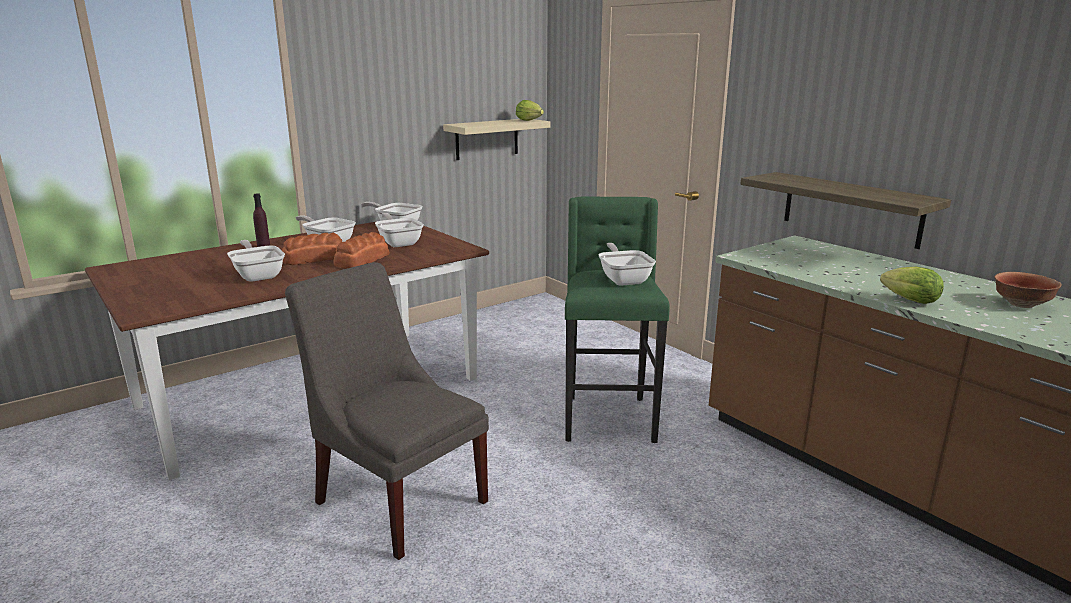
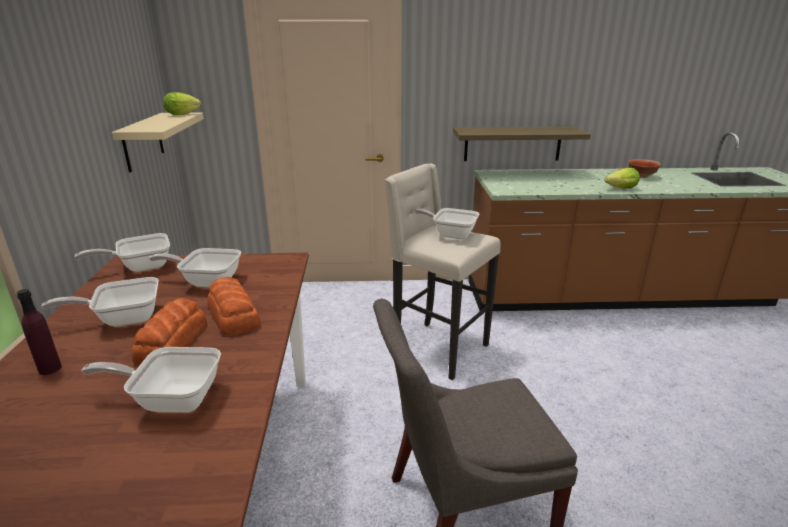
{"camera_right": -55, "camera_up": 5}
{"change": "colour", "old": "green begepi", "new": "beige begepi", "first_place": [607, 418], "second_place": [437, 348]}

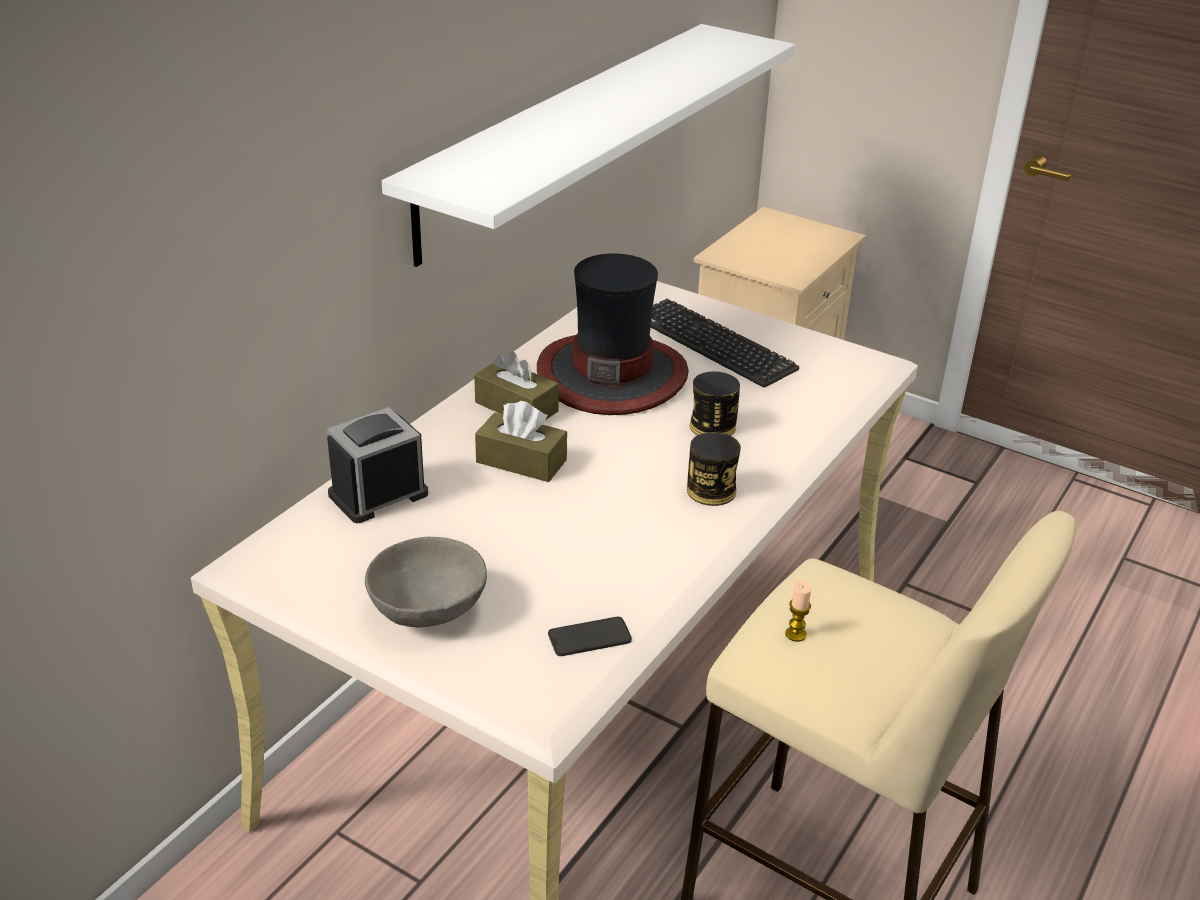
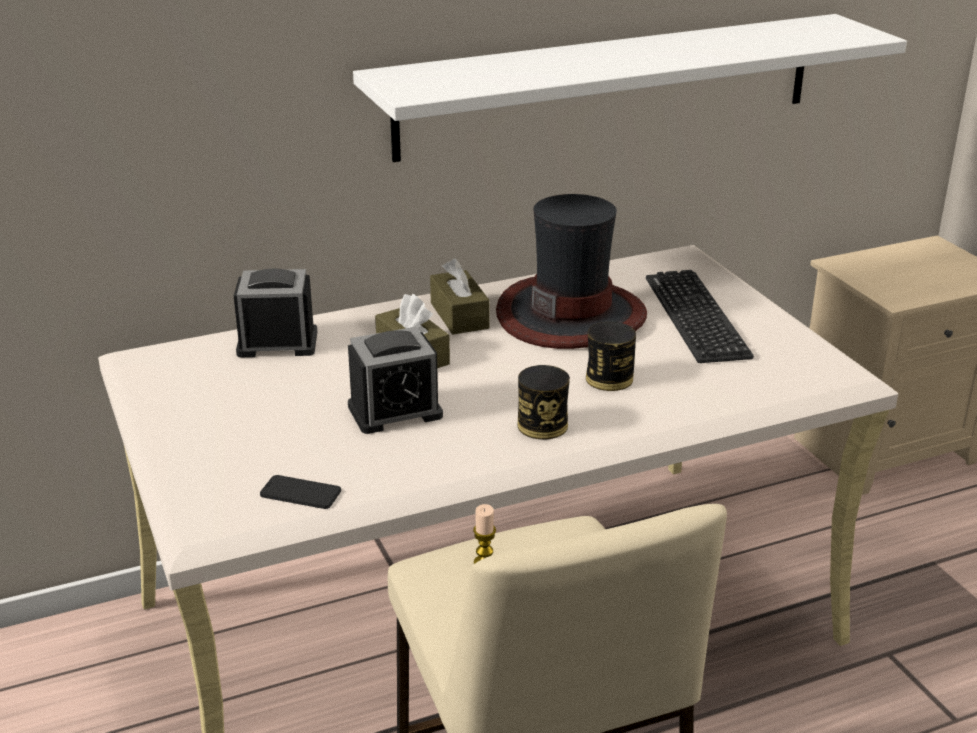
{"camera_right": 35, "camera_up": -5}
{"change": "missing", "old": "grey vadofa", "first_place": [429, 610]}
{"change": "appeared", "new": "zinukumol", "second_place": [395, 411]}

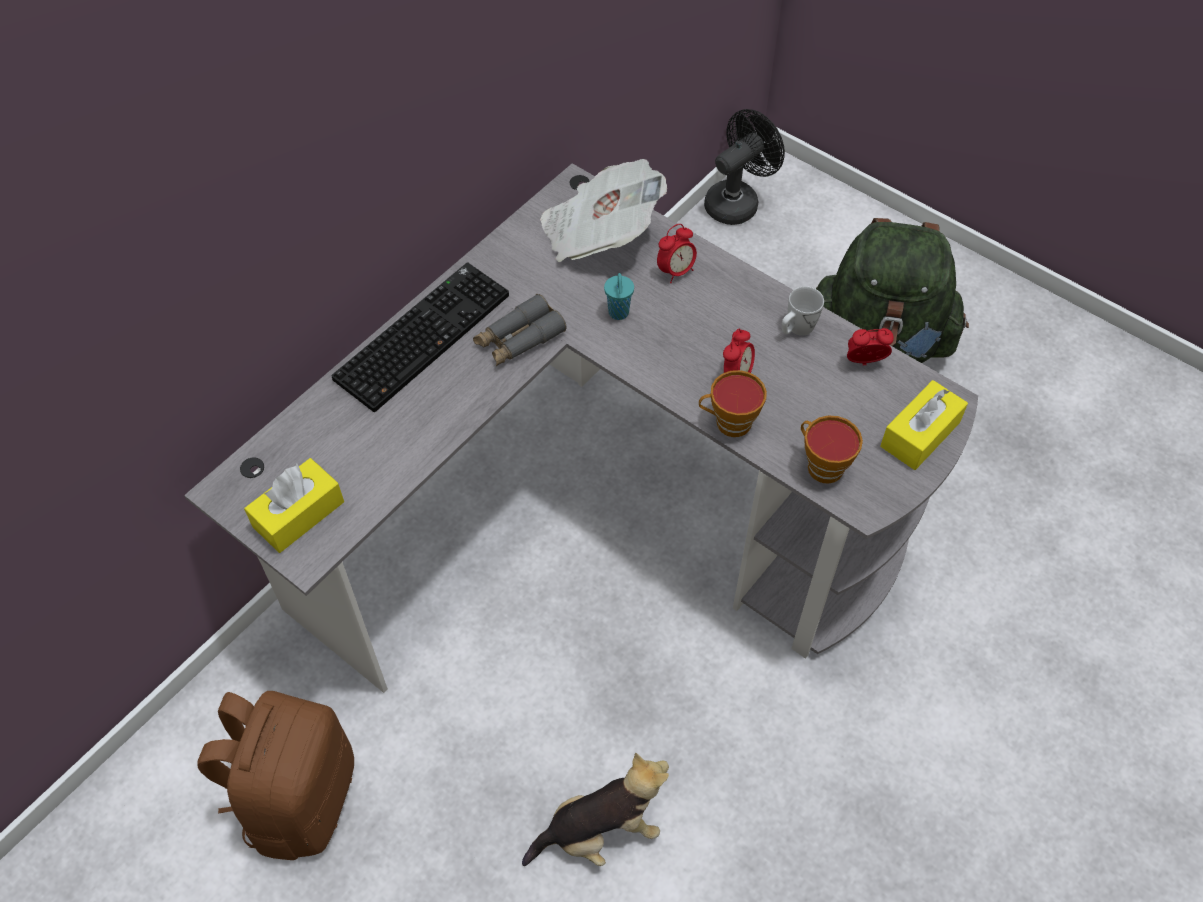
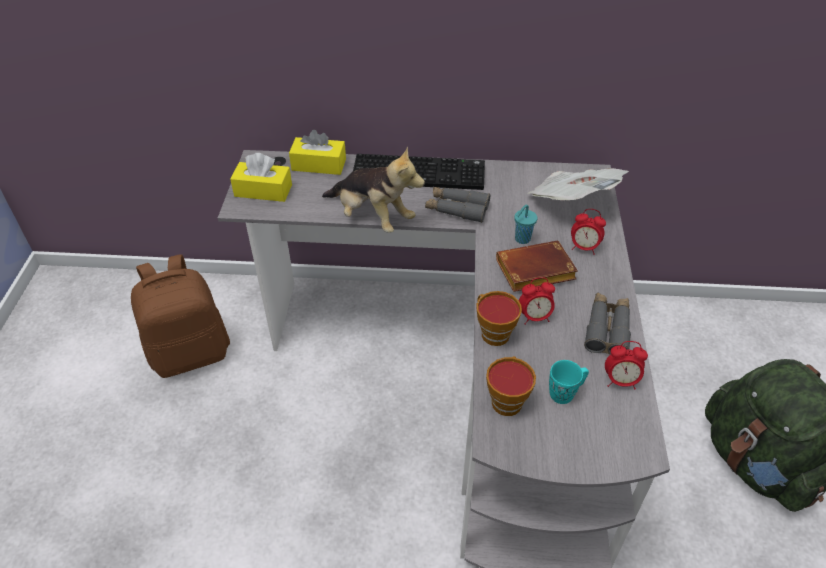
{"camera_right": 55, "camera_up": -10}
{"change": "missing", "old": "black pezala", "first_place": [737, 201]}
{"change": "appeared", "new": "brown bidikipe", "second_place": [534, 273]}
{"change": "appeared", "new": "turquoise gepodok", "second_place": [565, 392]}
{"change": "relocated", "old": "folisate", "first_place": [601, 831], "second_place": [372, 217]}
{"change": "relocated", "old": "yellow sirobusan", "first_place": [920, 434], "second_place": [319, 165]}
{"change": "exchanged", "old": "white gepodok", "new": "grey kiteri", "first_place": [796, 329], "second_place": [607, 329]}
{"change": "spun", "old": "zinukumol", "first_place": [864, 363], "second_place": [620, 381], "degrees": 135}

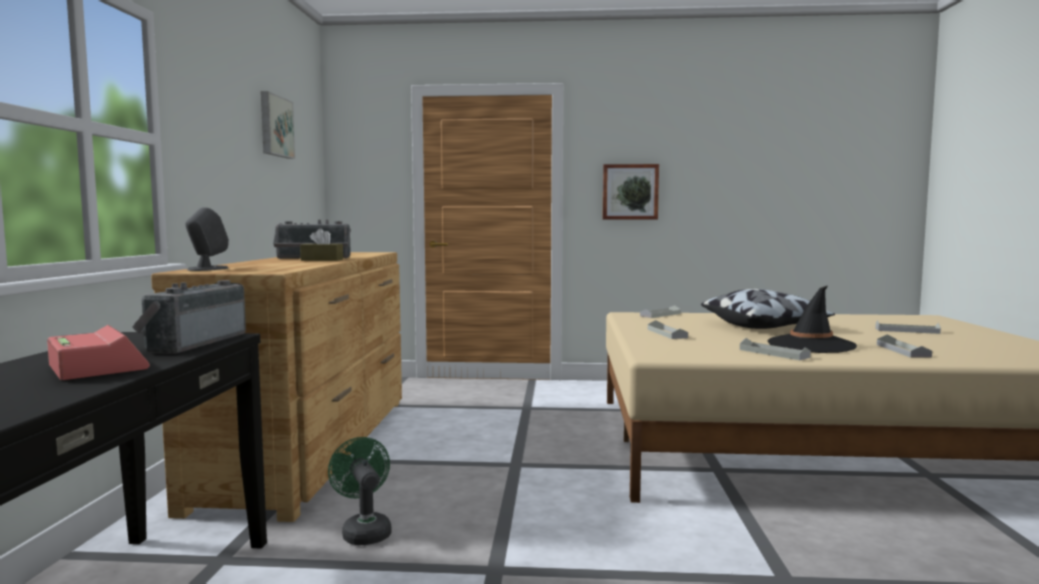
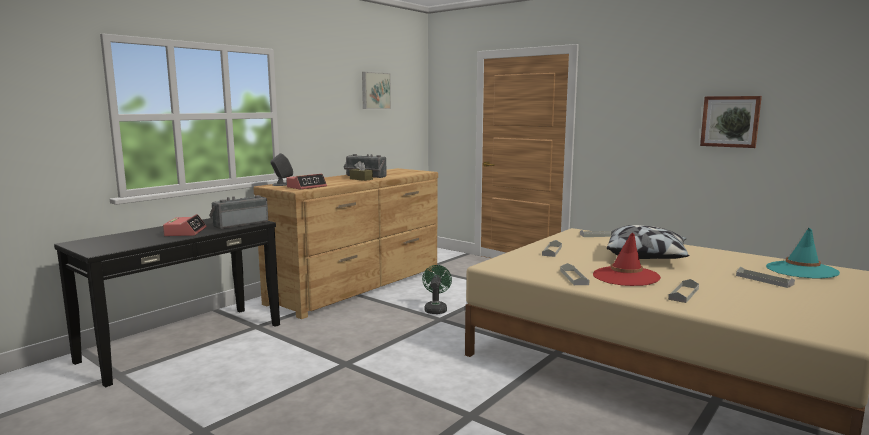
{"camera_right": 35, "camera_up": 5}
{"change": "appeared", "new": "zinukumol", "second_place": [306, 187]}
{"change": "appeared", "new": "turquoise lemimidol", "second_place": [801, 270]}
{"change": "relocated", "old": "green pezala", "first_place": [364, 531], "second_place": [436, 309]}
{"change": "relocated", "old": "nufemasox", "first_place": [630, 192], "second_place": [730, 121]}
{"change": "colour", "old": "black lemimidol", "new": "red lemimidol", "first_place": [810, 345], "second_place": [626, 276]}

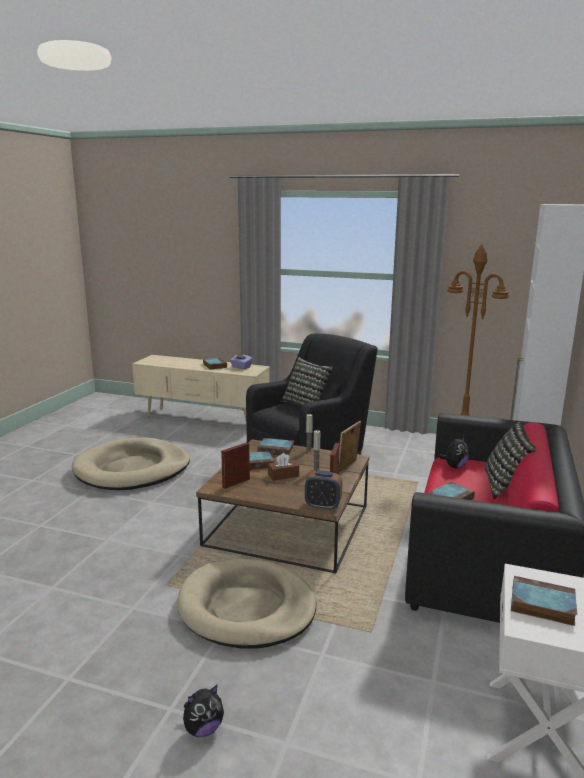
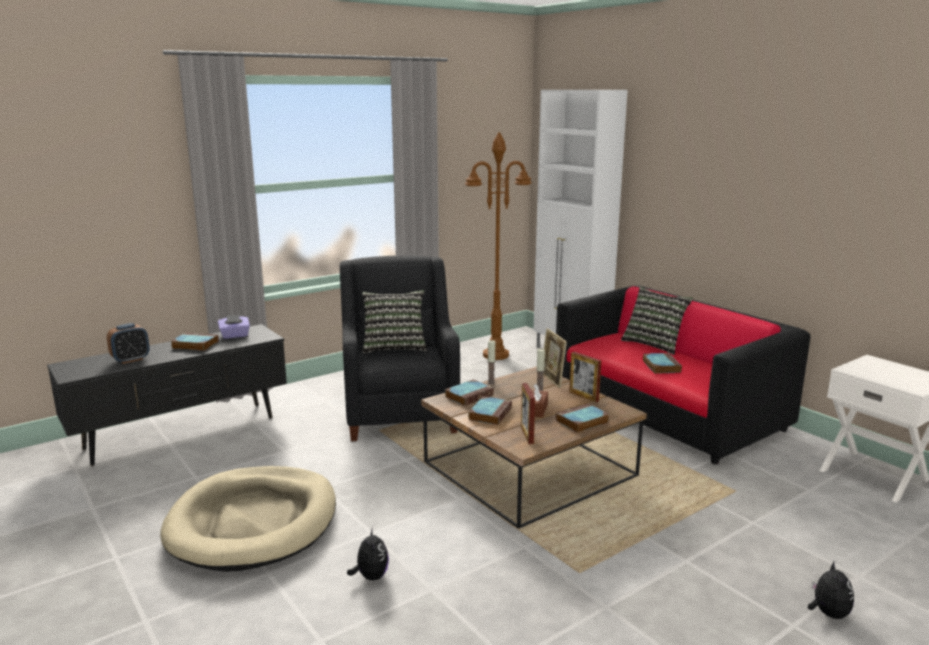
{"camera_right": -55, "camera_up": 0}
{"change": "missing", "old": "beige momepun", "first_place": [246, 608]}
{"change": "relocated", "old": "zinukumol", "first_place": [323, 506], "second_place": [130, 359]}
{"change": "relocated", "old": "folisate", "first_place": [454, 466], "second_place": [371, 576]}
{"change": "relocated", "old": "bidikipe", "first_place": [540, 605], "second_place": [581, 422]}
{"change": "colour", "old": "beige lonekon", "new": "black lonekon", "first_place": [202, 419], "second_place": [182, 433]}

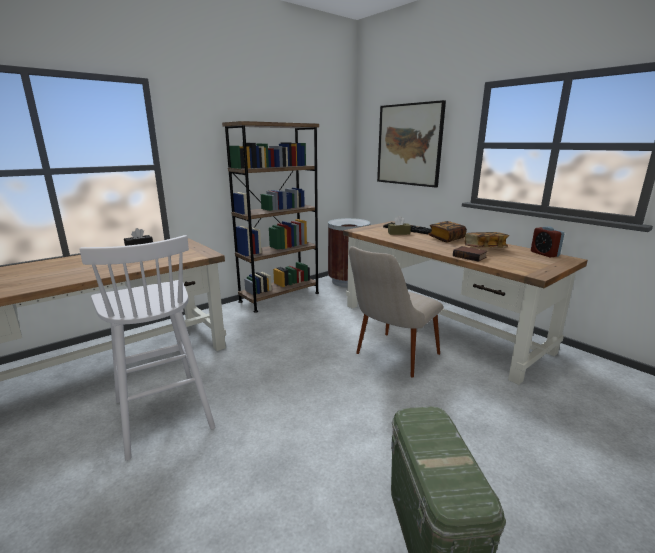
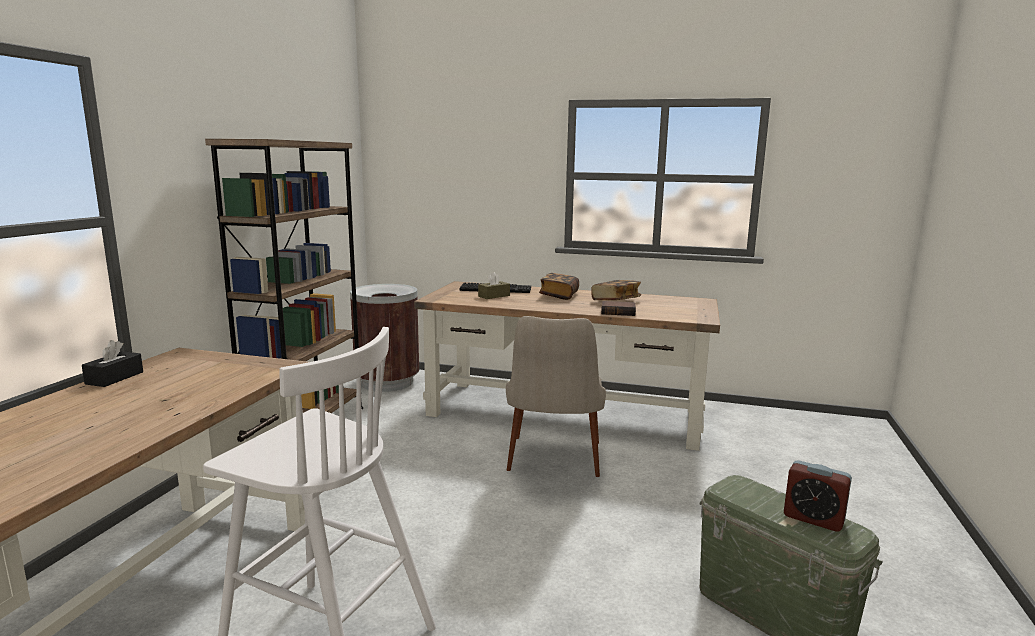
{"camera_right": -35, "camera_up": -5}
{"change": "missing", "old": "nufemasox", "first_place": [409, 145]}
{"change": "relocated", "old": "zinukumol", "first_place": [544, 254], "second_place": [813, 519]}

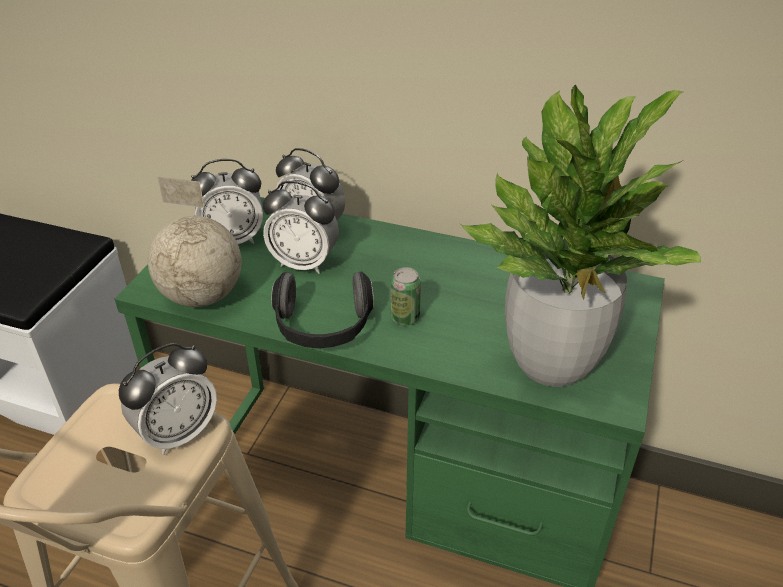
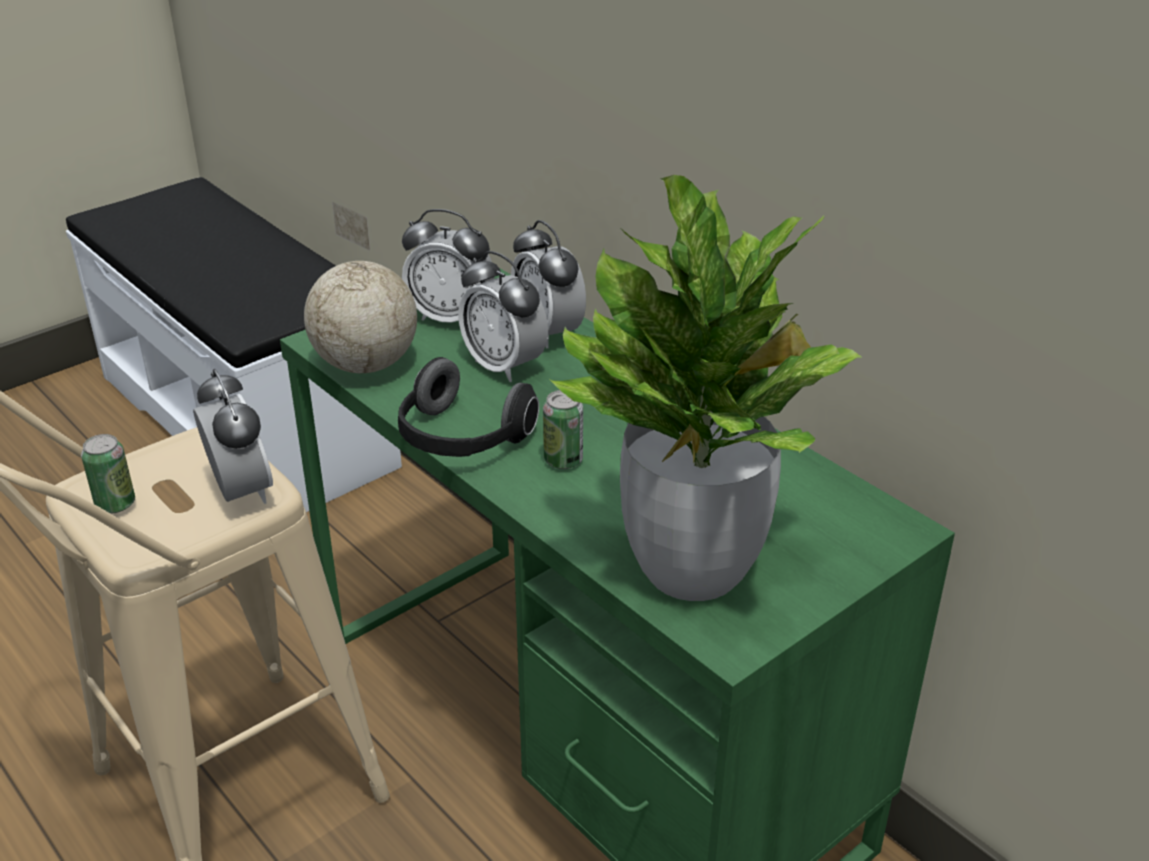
{"camera_right": 30, "camera_up": -5}
{"change": "appeared", "new": "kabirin", "second_place": [115, 504]}
{"change": "spun", "old": "zinukumol", "first_place": [178, 433], "second_place": [241, 492], "degrees": -105}

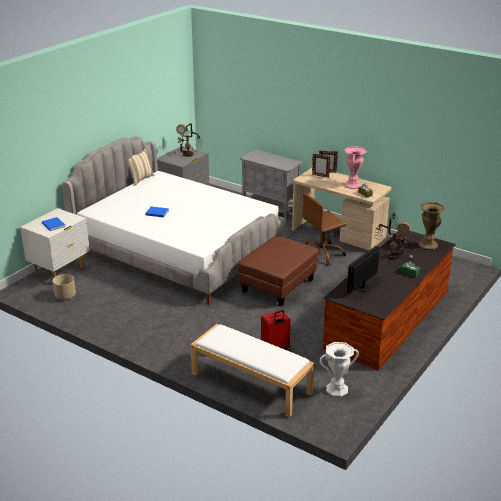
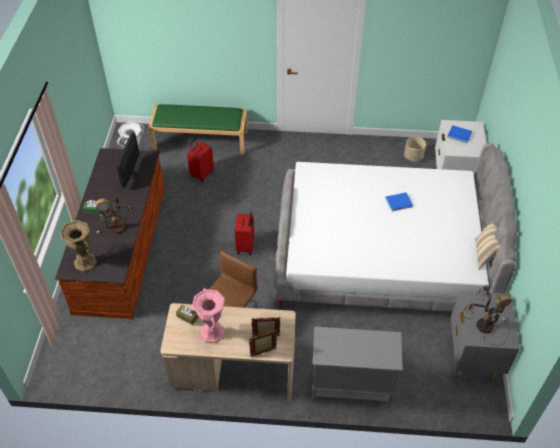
{"camera_right": 150, "camera_up": 20}
{"change": "exchanged", "old": "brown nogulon", "new": "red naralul", "first_place": [278, 286], "second_place": [246, 246]}
{"change": "colour", "old": "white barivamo", "new": "green barivamo", "first_place": [250, 383], "second_place": [201, 140]}

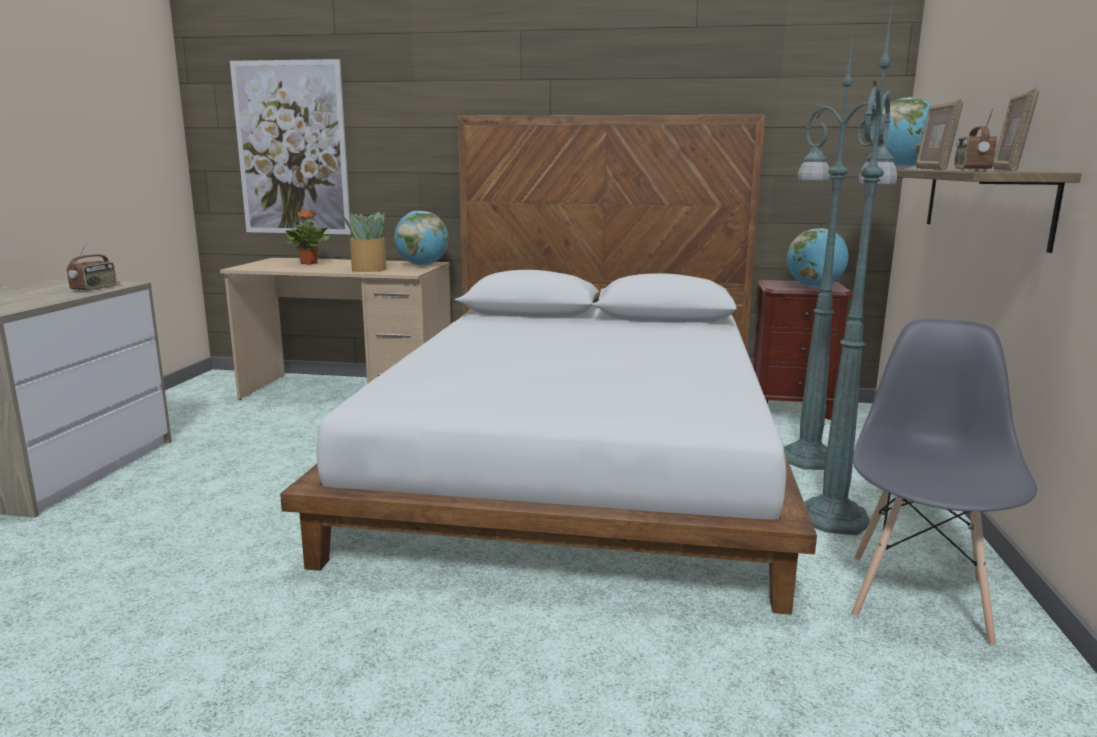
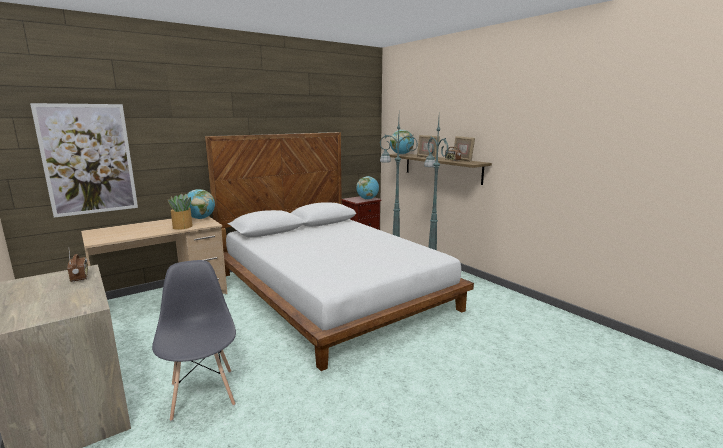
{"camera_right": -45, "camera_up": 0}
{"change": "missing", "old": "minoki", "first_place": [309, 263]}
{"change": "relocated", "old": "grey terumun", "first_place": [919, 597], "second_place": [203, 393]}

